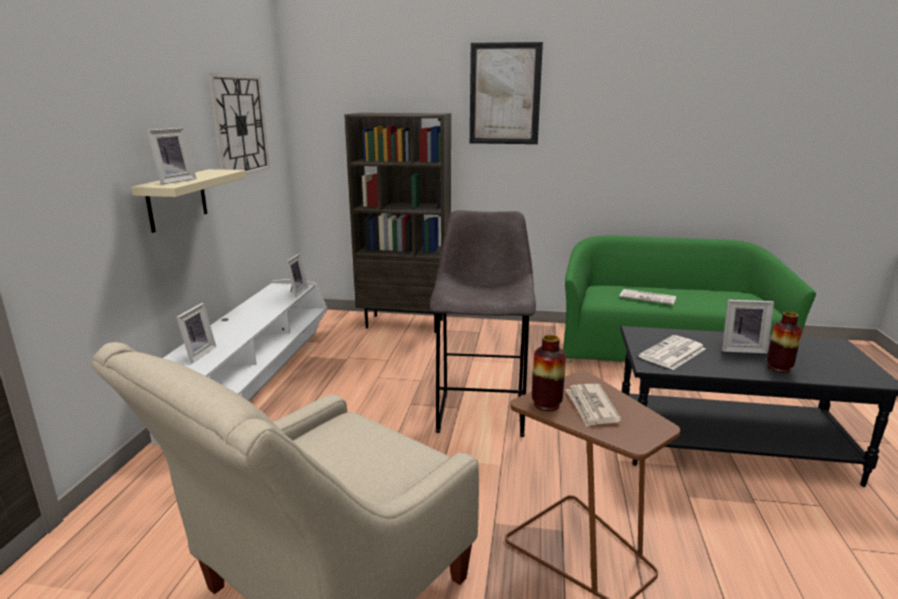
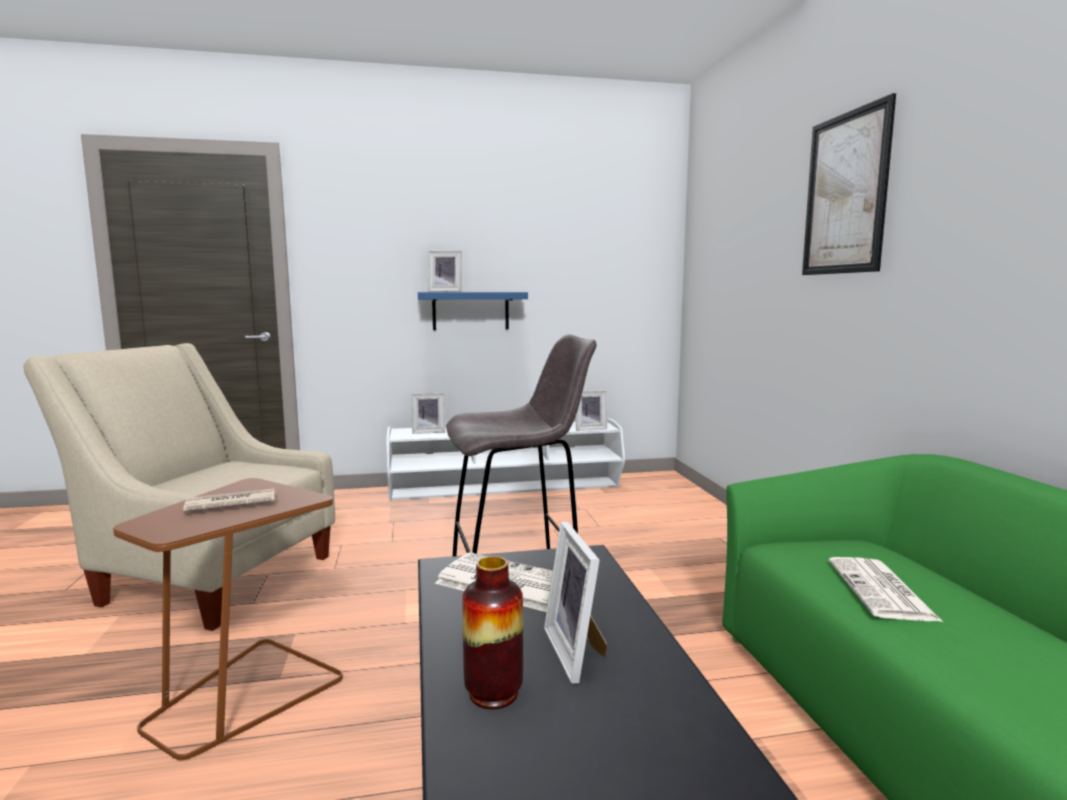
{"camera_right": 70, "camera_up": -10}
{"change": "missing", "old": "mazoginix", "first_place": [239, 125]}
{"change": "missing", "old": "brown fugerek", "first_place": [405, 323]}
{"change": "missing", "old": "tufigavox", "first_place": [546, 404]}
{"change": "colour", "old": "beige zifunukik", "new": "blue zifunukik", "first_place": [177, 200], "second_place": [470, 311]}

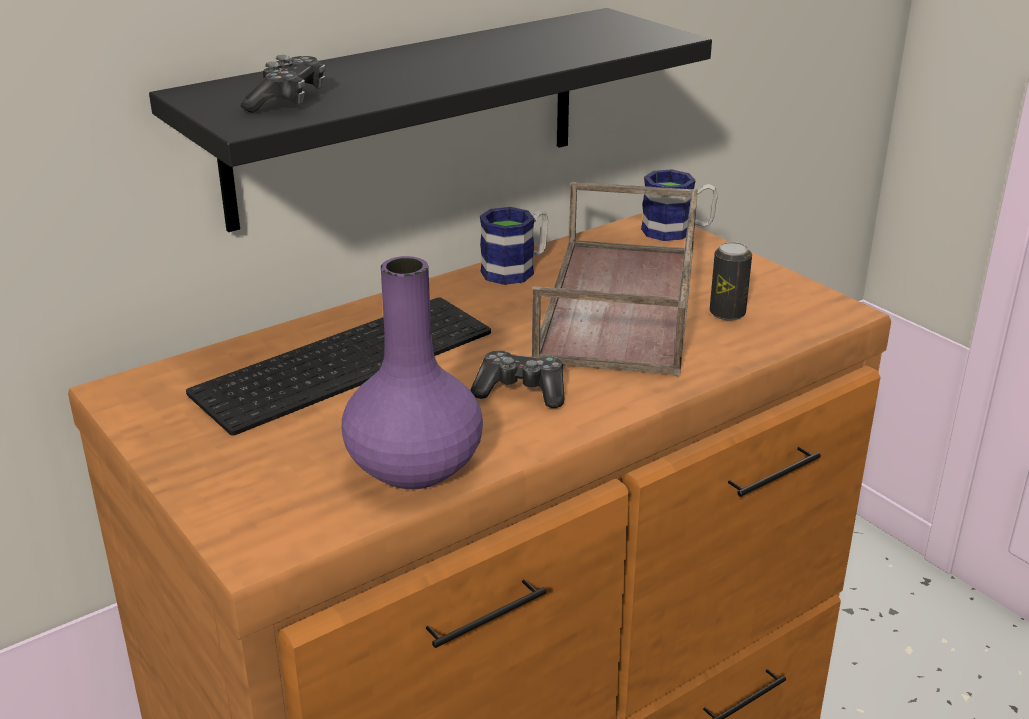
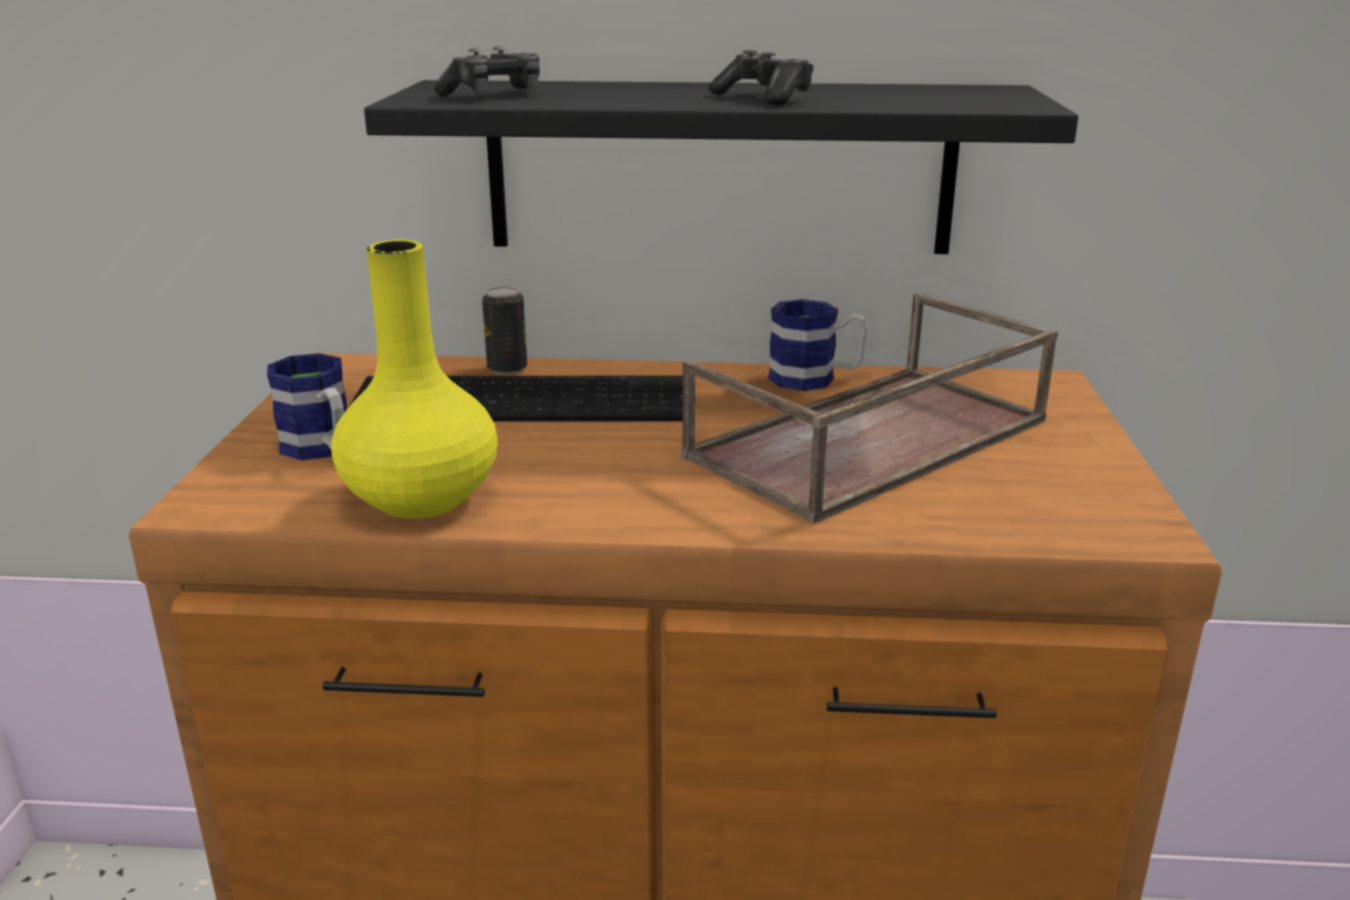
{"camera_right": 40, "camera_up": -5}
{"change": "relocated", "old": "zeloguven", "first_place": [521, 391], "second_place": [764, 98]}
{"change": "relocated", "old": "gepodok", "first_place": [677, 231], "second_place": [323, 449]}
{"change": "relocated", "old": "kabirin", "first_place": [727, 313], "second_place": [507, 368]}
{"change": "colour", "old": "purple tufigavox", "new": "yellow tufigavox", "first_place": [415, 467], "second_place": [423, 498]}

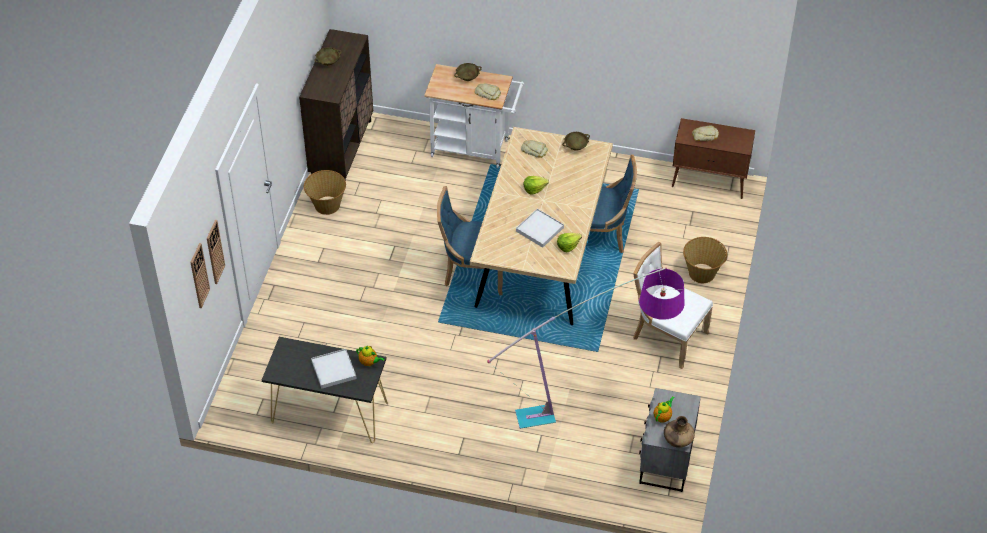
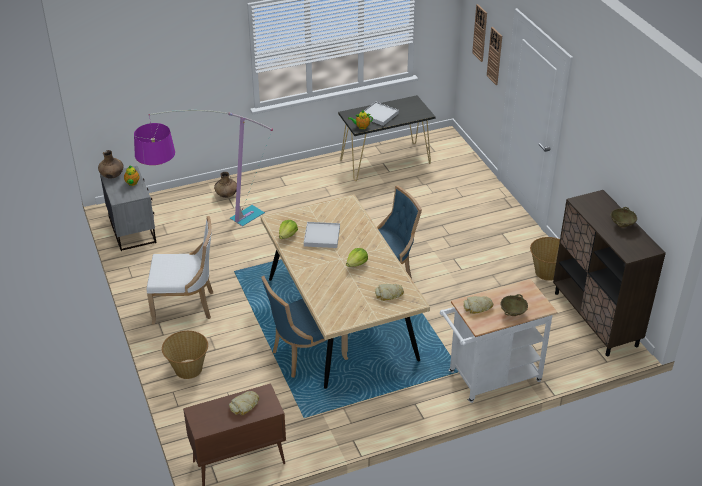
{"camera_right": 145, "camera_up": -10}
{"change": "missing", "old": "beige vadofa", "first_place": [575, 147]}
{"change": "appeared", "new": "brown tufigavox", "second_place": [226, 195]}

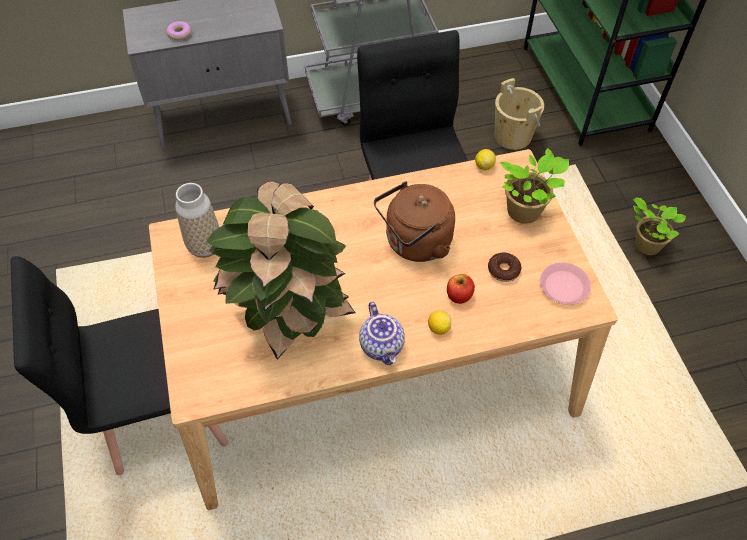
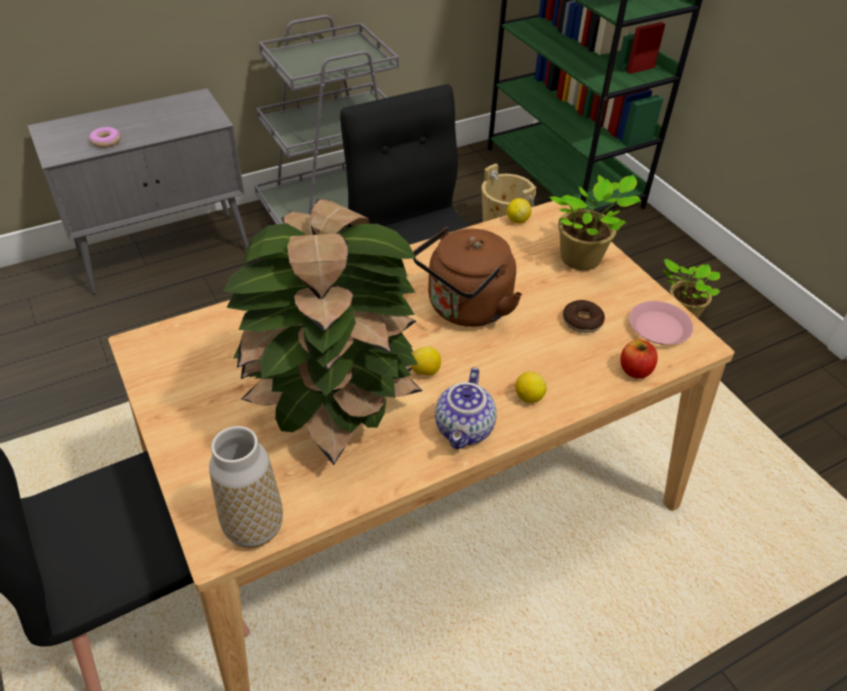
{"camera_right": -15, "camera_up": -10}
{"change": "appeared", "new": "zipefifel", "second_place": [425, 372]}
{"change": "relocated", "old": "tufigavox", "first_place": [205, 246], "second_place": [254, 527]}
{"change": "relocated", "old": "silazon", "first_place": [459, 295], "second_place": [635, 370]}
{"change": "spun", "old": "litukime", "first_place": [383, 346], "second_place": [465, 429], "degrees": 45}

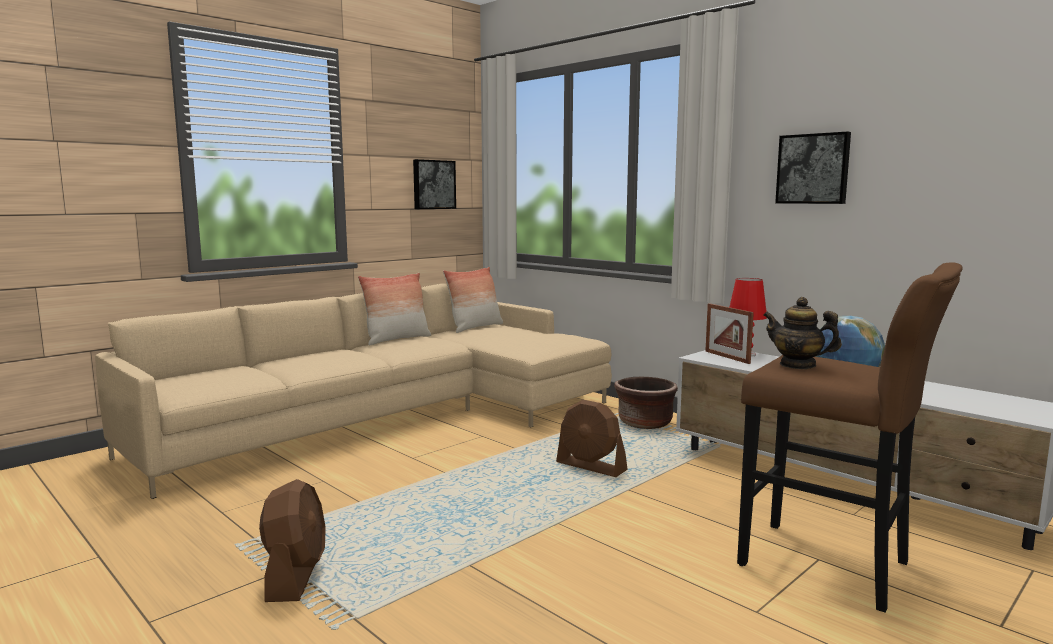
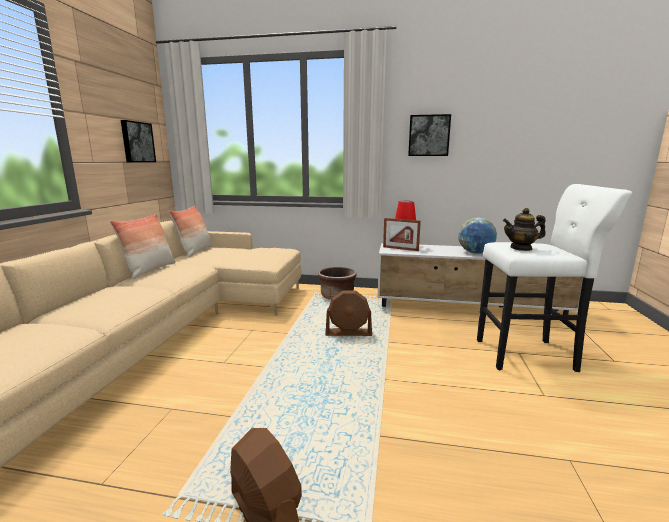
{"camera_right": -35, "camera_up": 5}
{"change": "colour", "old": "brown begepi", "new": "white begepi", "first_place": [832, 567], "second_place": [529, 355]}

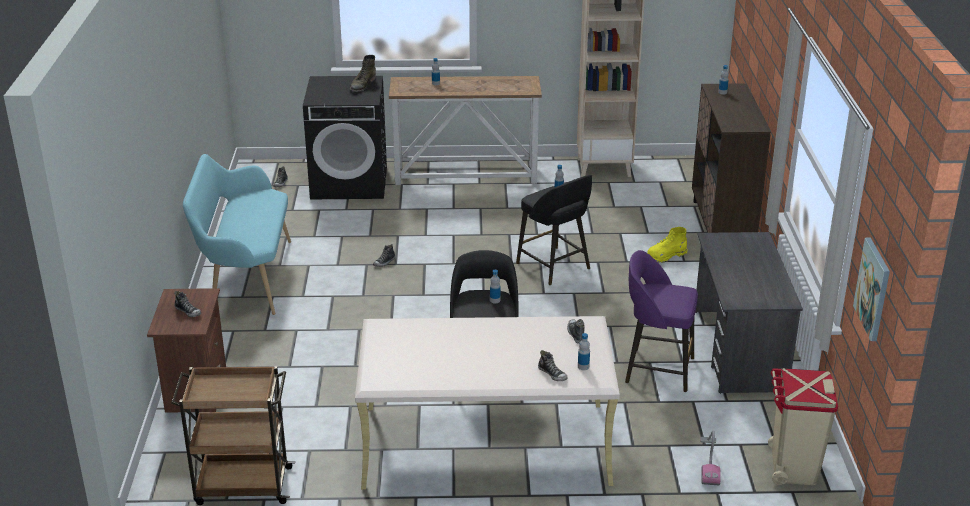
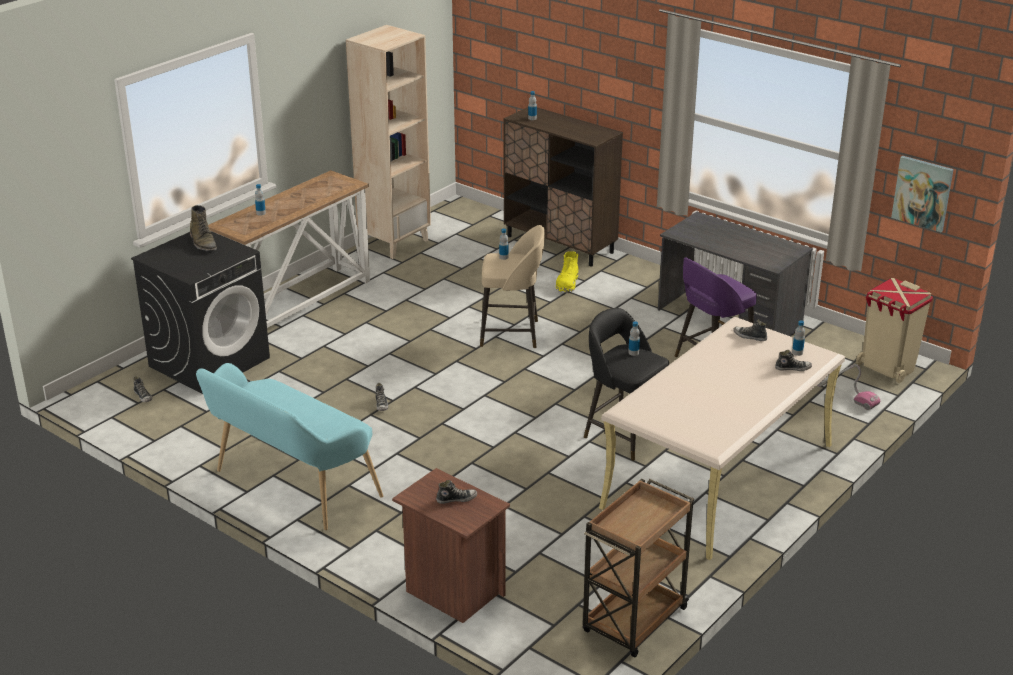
{"camera_right": -50, "camera_up": 0}
{"change": "colour", "old": "black begepi", "new": "beige begepi", "first_place": [554, 267], "second_place": [512, 333]}

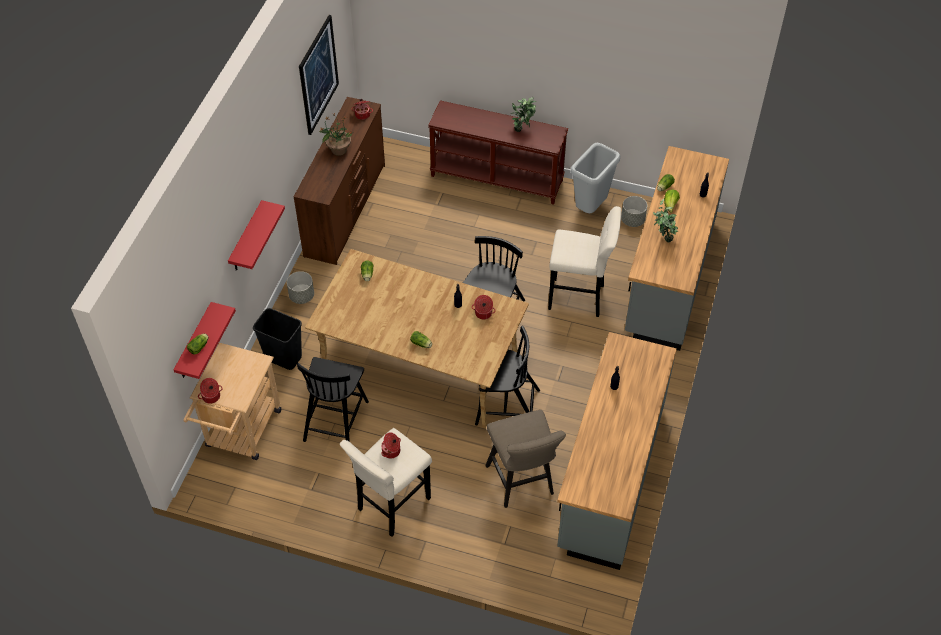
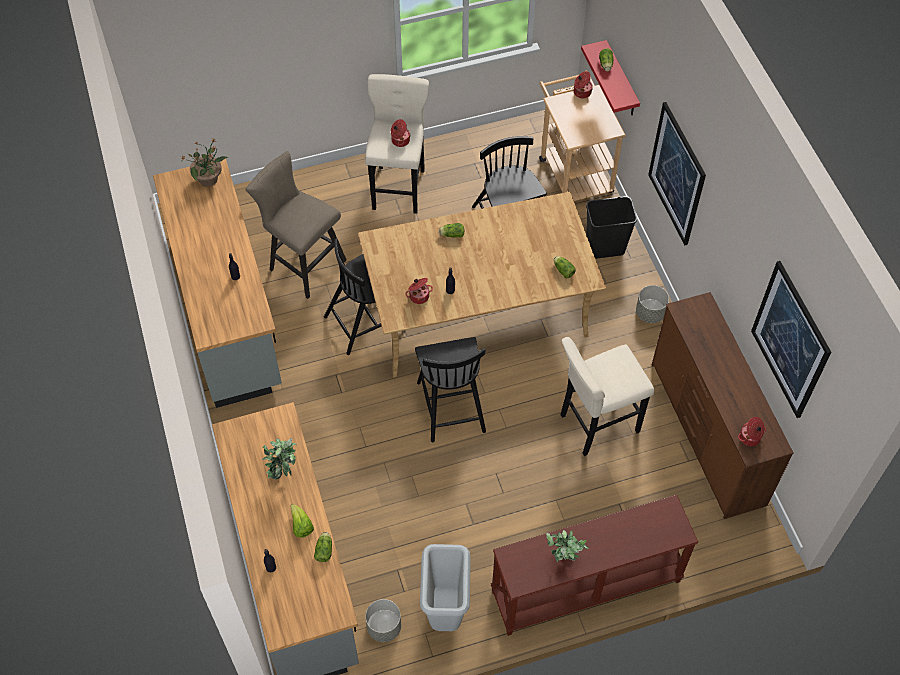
{"camera_right": 145, "camera_up": 5}
{"change": "relocated", "old": "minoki", "first_place": [338, 149], "second_place": [209, 179]}
{"change": "relocated", "old": "beige begepi", "first_place": [579, 298], "second_place": [596, 425]}
{"change": "exchanged", "old": "red zifunukik", "new": "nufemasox", "first_place": [246, 238], "second_place": [677, 174]}

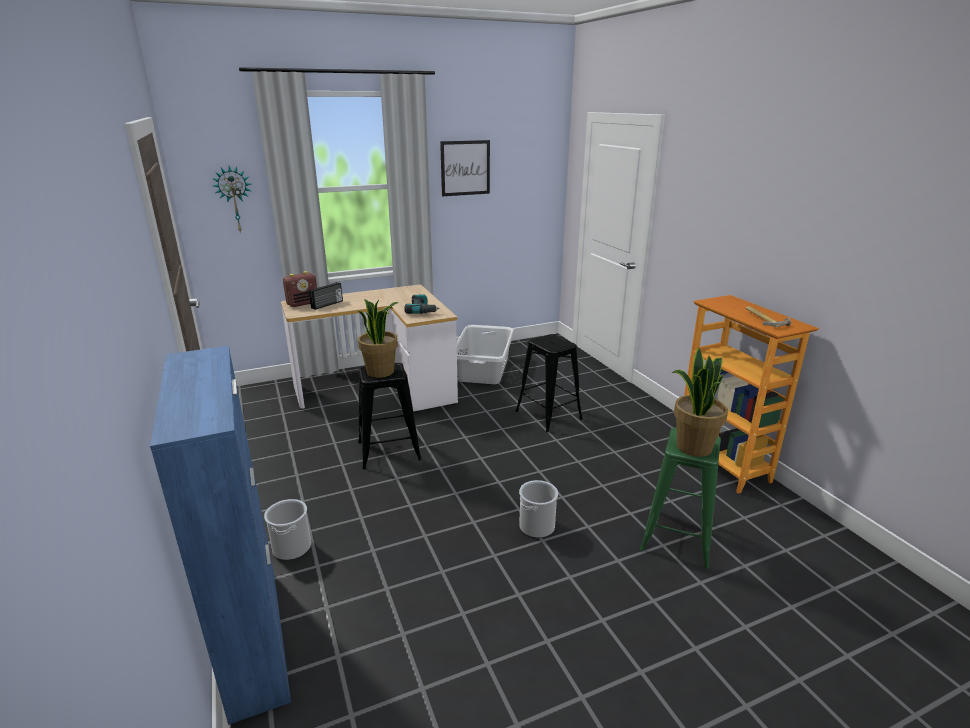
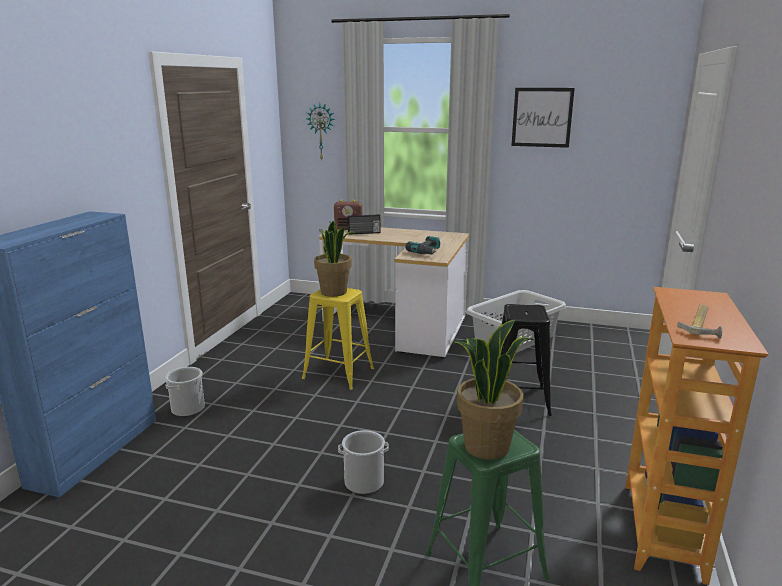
{"camera_right": 40, "camera_up": -5}
{"change": "colour", "old": "black begepi", "new": "yellow begepi", "first_place": [389, 451], "second_place": [338, 373]}

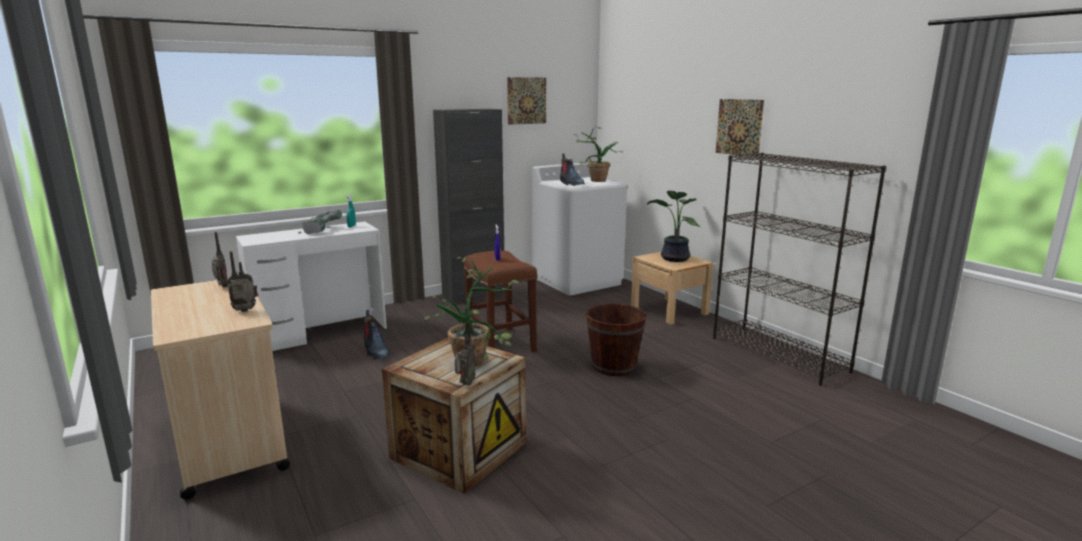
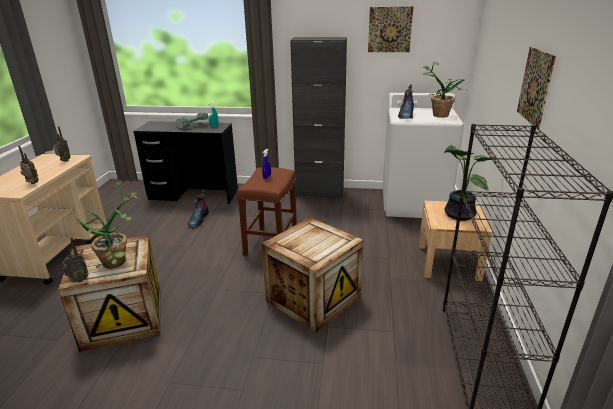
{"camera_right": 40, "camera_up": 10}
{"change": "exchanged", "old": "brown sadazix", "new": "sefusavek", "first_place": [613, 366], "second_place": [313, 299]}
{"change": "colour", "old": "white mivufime", "new": "black mivufime", "first_place": [320, 333], "second_place": [194, 195]}

